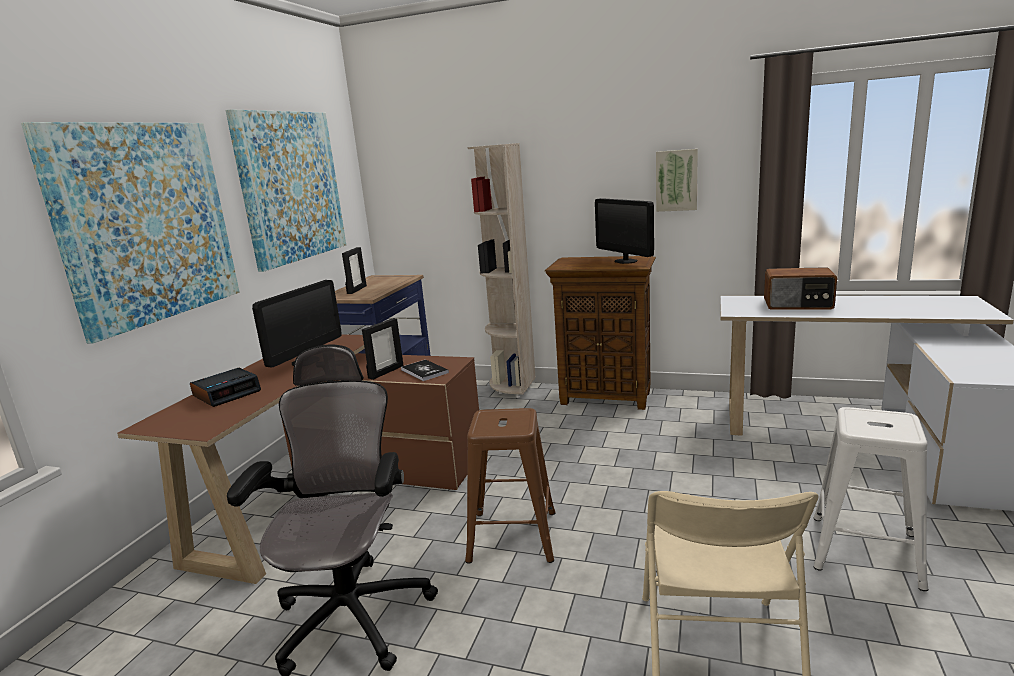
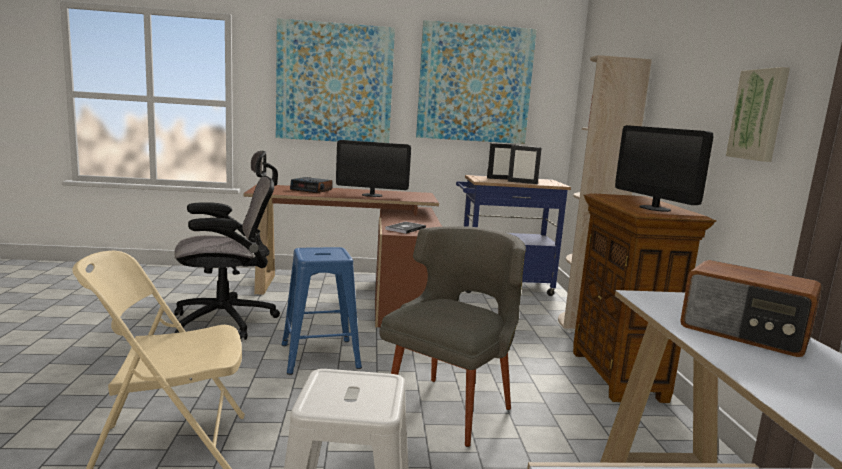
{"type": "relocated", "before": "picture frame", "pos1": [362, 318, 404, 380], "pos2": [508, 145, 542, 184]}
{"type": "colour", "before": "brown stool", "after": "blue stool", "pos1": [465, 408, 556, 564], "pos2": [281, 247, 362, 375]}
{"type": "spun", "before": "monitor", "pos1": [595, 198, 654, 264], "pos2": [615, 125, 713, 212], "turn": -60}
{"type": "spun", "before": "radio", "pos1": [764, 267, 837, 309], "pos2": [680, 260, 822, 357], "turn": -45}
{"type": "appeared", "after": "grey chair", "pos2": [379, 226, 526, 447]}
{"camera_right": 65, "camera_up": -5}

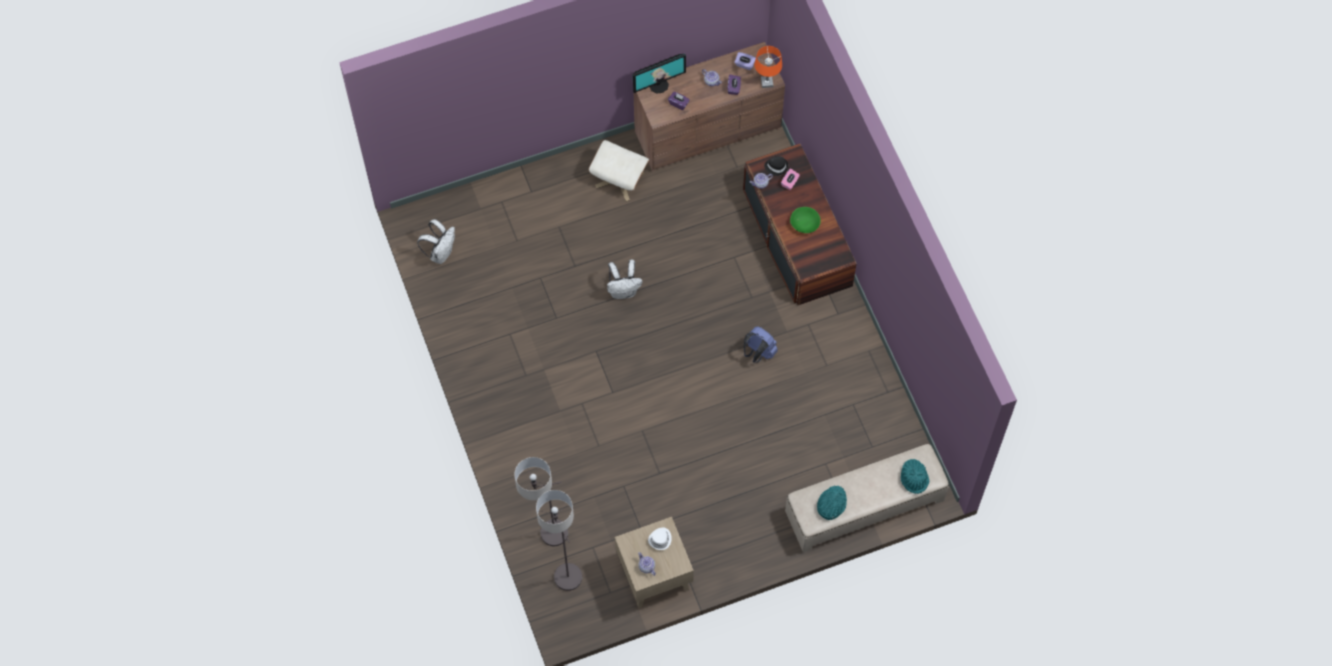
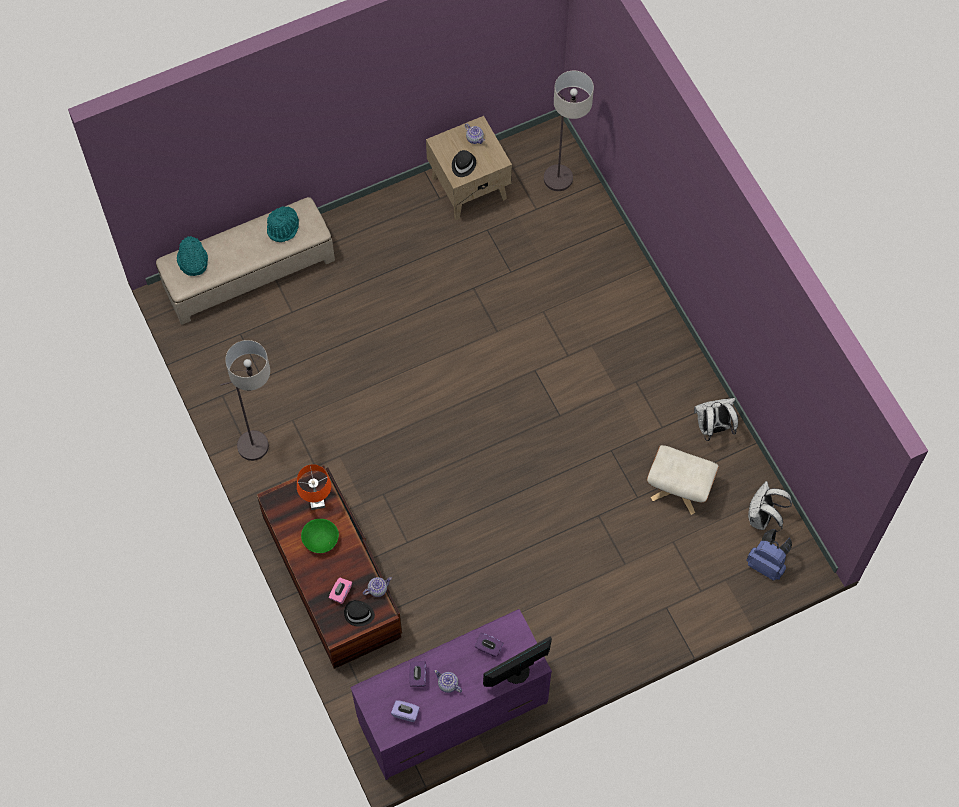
{"type": "relocated", "before": "grey floor lamp", "pos1": [514, 457, 568, 546], "pos2": [220, 340, 270, 461]}
{"type": "relocated", "before": "beige ottoman", "pos1": [589, 140, 650, 201], "pos2": [647, 445, 719, 515]}
{"type": "relocated", "before": "white backpack", "pos1": [607, 259, 643, 299], "pos2": [694, 398, 738, 441]}
{"type": "colour", "before": "brown dresser", "after": "purple dresser", "pos1": [634, 42, 785, 172], "pos2": [351, 609, 552, 780]}
{"type": "colour", "before": "white hat", "after": "black hat", "pos1": [648, 528, 672, 550], "pos2": [452, 150, 476, 177]}
{"type": "relocated", "before": "blue backpack", "pos1": [744, 326, 778, 362], "pos2": [746, 529, 792, 581]}
{"type": "relocated", "before": "orange table lamp", "pos1": [755, 46, 782, 88], "pos2": [297, 464, 331, 510]}
{"camera_right": 175, "camera_up": 0}

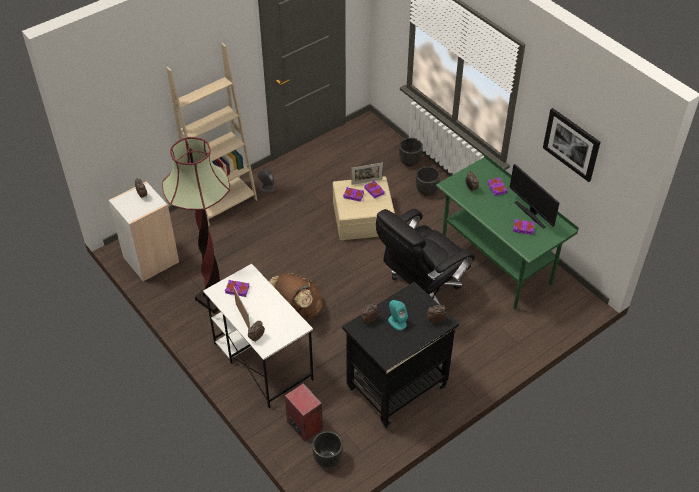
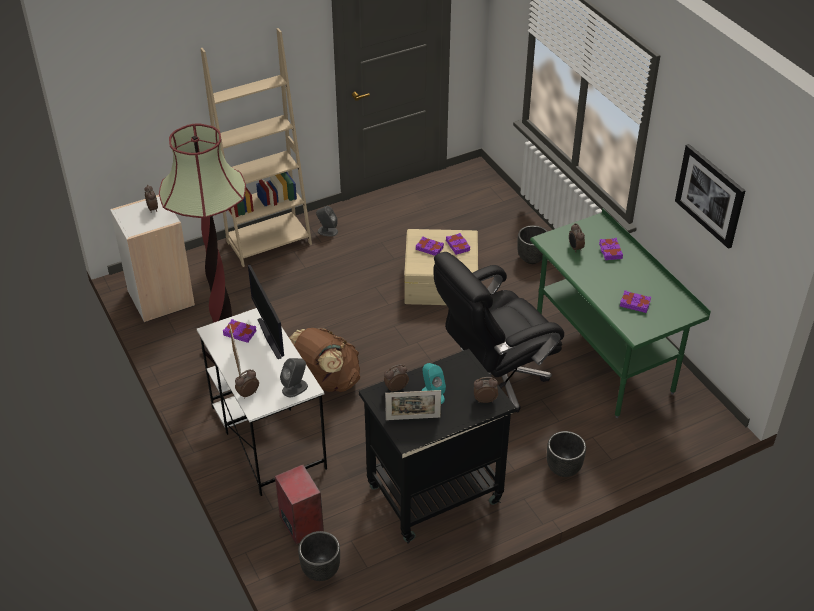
{"type": "relocated", "before": "picture frame", "pos1": [351, 163, 383, 185], "pos2": [385, 390, 441, 420]}
{"type": "relocated", "before": "black planter", "pos1": [399, 138, 423, 166], "pos2": [547, 431, 586, 477]}
{"type": "relocated", "before": "monitor", "pos1": [509, 164, 559, 229], "pos2": [248, 265, 284, 359]}
{"type": "appeared", "after": "grey speaker", "pos2": [280, 358, 308, 397]}
{"camera_right": 10, "camera_up": -5}

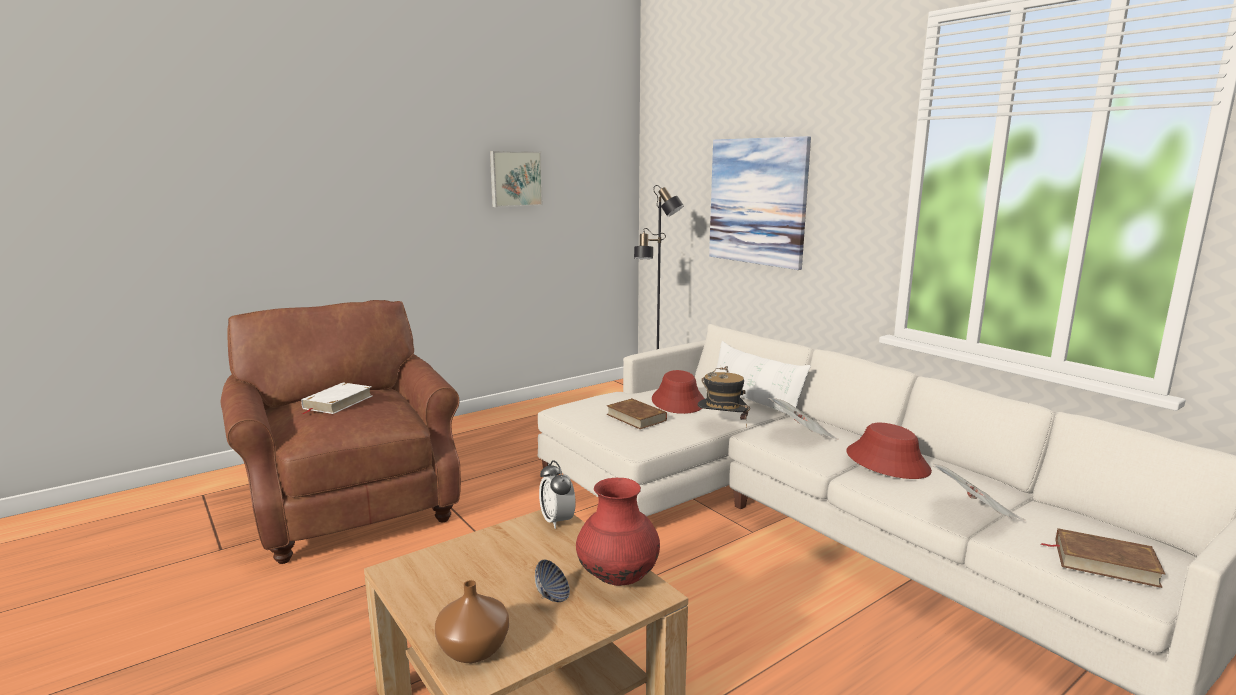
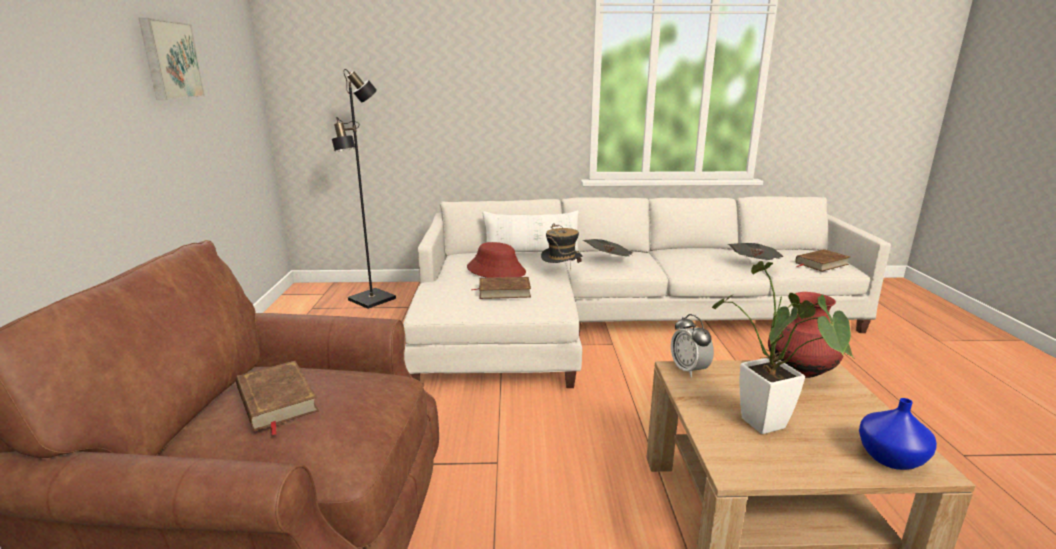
{"type": "colour", "before": "white book", "after": "brown book", "pos1": [301, 382, 372, 414], "pos2": [236, 361, 319, 436]}
{"type": "colour", "before": "brown vase", "after": "blue vase", "pos1": [435, 580, 509, 663], "pos2": [859, 398, 937, 470]}
{"type": "missing", "before": "bowl", "pos1": [535, 560, 570, 602]}
{"type": "spun", "before": "alarm clock", "pos1": [539, 460, 576, 529], "pos2": [671, 314, 714, 377], "turn": 60}
{"type": "missing", "before": "picture", "pos1": [709, 136, 811, 270]}
{"type": "missing", "before": "red hat", "pos1": [846, 423, 932, 479]}
{"type": "appeared", "after": "potted plant", "pos2": [712, 261, 855, 434]}
{"camera_right": -55, "camera_up": 5}

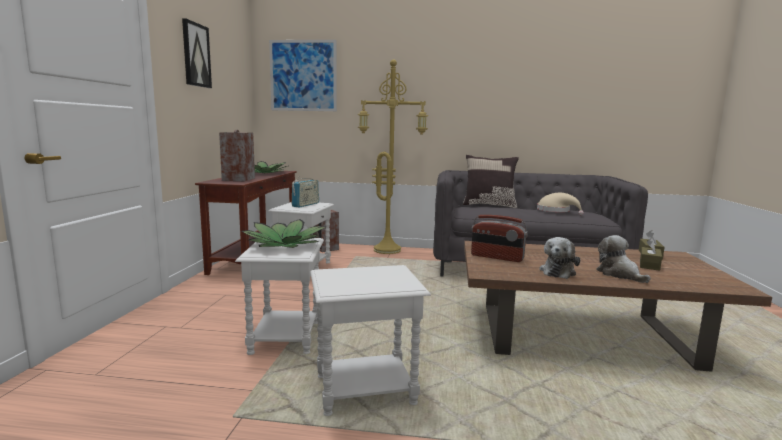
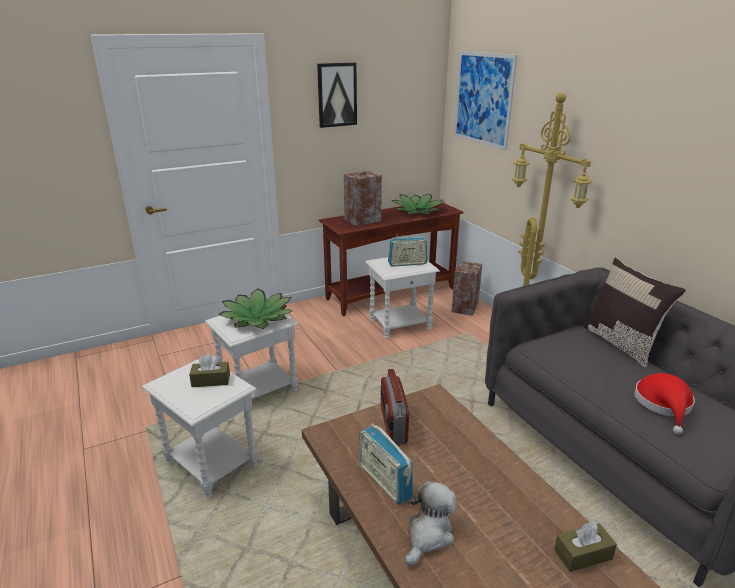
{"type": "colour", "before": "beige hat", "after": "red hat", "pos1": [537, 193, 584, 215], "pos2": [634, 373, 695, 434]}
{"type": "exchanged", "before": "plush toy", "after": "radio", "pos1": [539, 237, 580, 279], "pos2": [358, 424, 413, 505]}
{"type": "relocated", "before": "brown tissue box", "pos1": [640, 238, 662, 271], "pos2": [189, 354, 230, 387]}
{"camera_right": 55, "camera_up": 15}

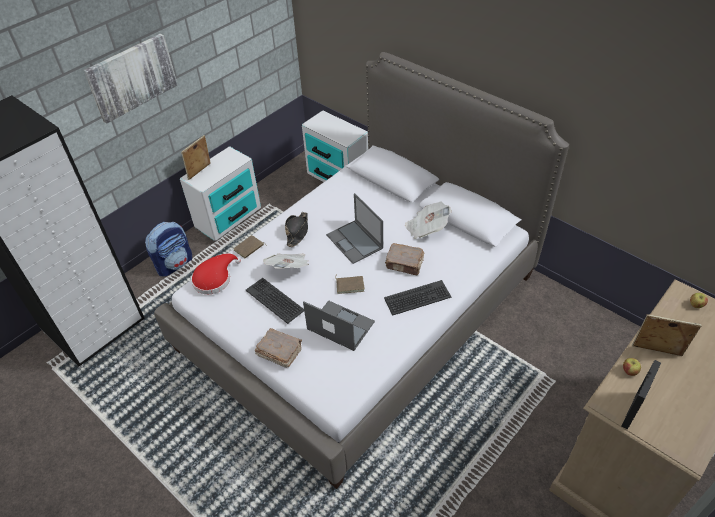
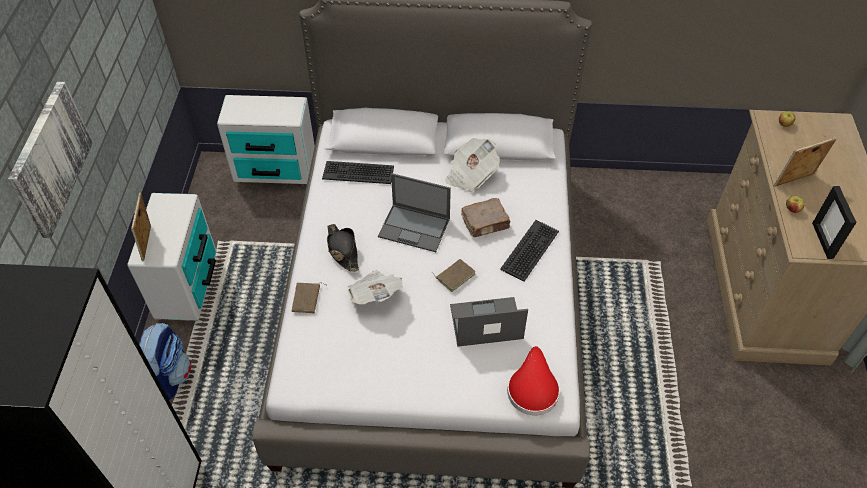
{"type": "relocated", "before": "red hat", "pos1": [191, 253, 241, 294], "pos2": [507, 346, 560, 415]}
{"type": "relocated", "before": "keyboard", "pos1": [246, 278, 304, 324], "pos2": [322, 161, 394, 184]}
{"type": "missing", "before": "brown book", "pos1": [255, 328, 302, 368]}
{"camera_right": -40, "camera_up": 5}

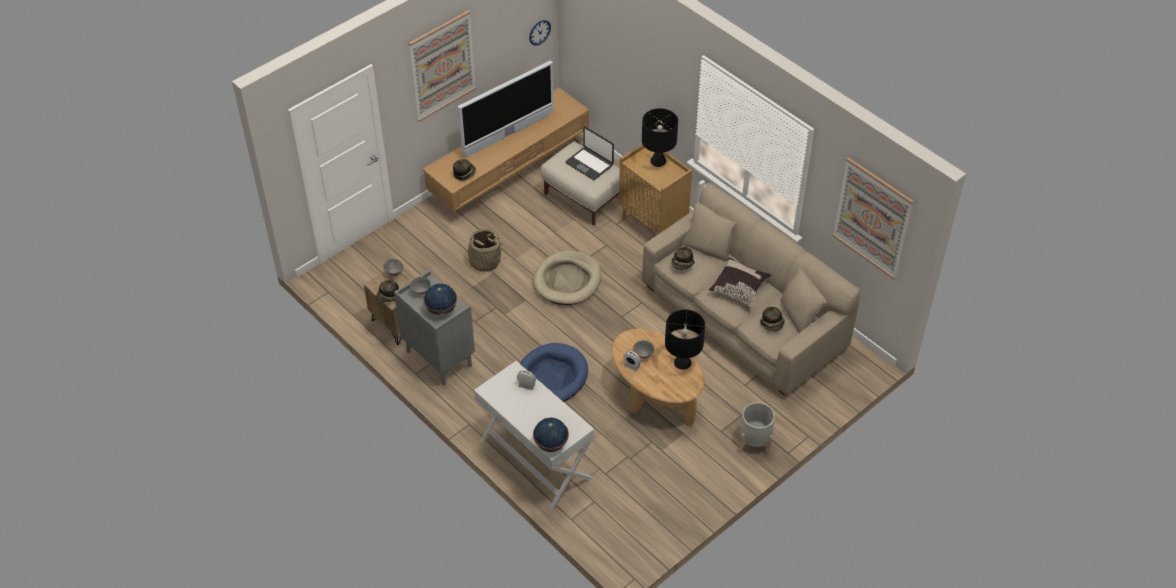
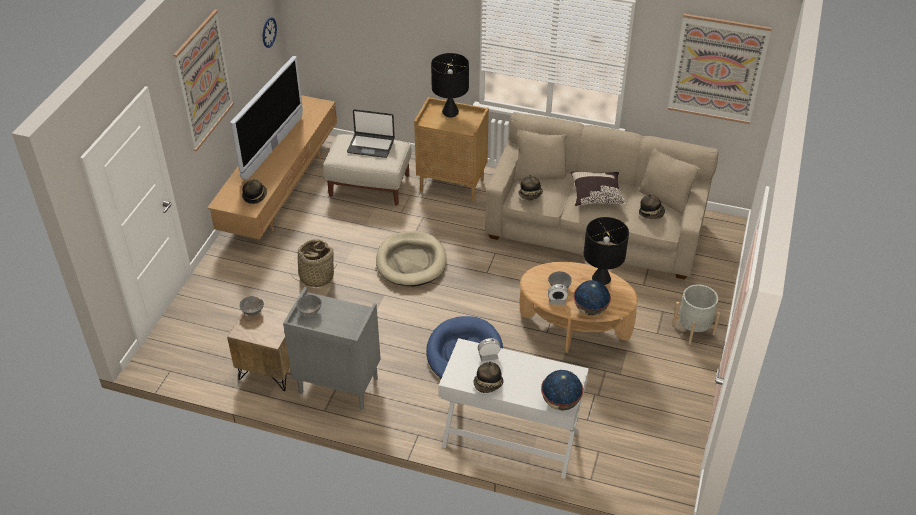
{"type": "relocated", "before": "hat", "pos1": [376, 280, 399, 303], "pos2": [473, 362, 504, 393]}
{"type": "relocated", "before": "globe", "pos1": [424, 284, 457, 316], "pos2": [573, 280, 611, 316]}
{"camera_right": -30, "camera_up": -5}

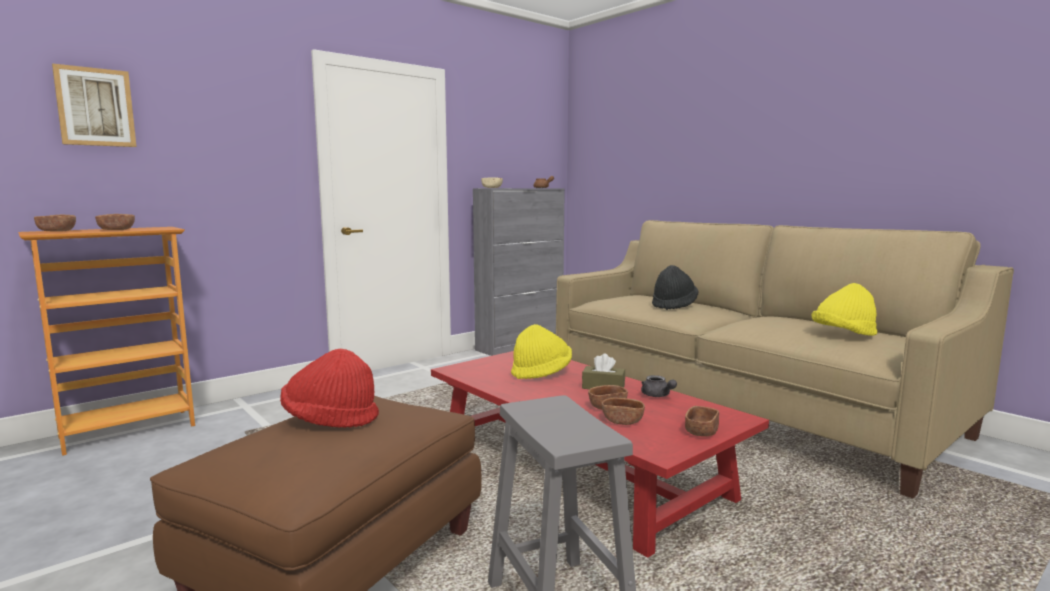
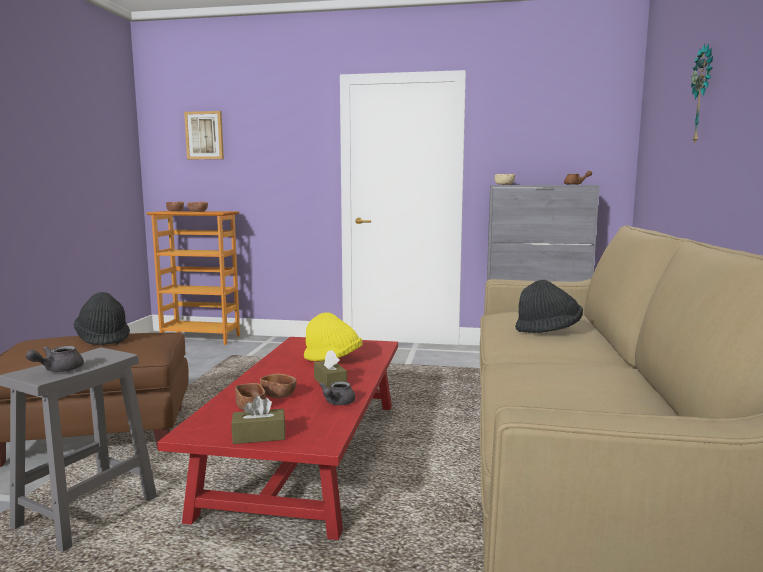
{"type": "colour", "before": "red hat", "after": "black hat", "pos1": [280, 349, 379, 428], "pos2": [74, 292, 130, 345]}
{"type": "exchanged", "before": "brown bowl", "after": "brown tissue box", "pos1": [685, 406, 719, 437], "pos2": [231, 396, 286, 444]}
{"type": "missing", "before": "yellow hat", "pos1": [811, 283, 877, 336]}
{"type": "appeared", "after": "grey teapot", "pos2": [26, 346, 84, 372]}
{"type": "appeared", "after": "wall clock", "pos2": [691, 43, 713, 143]}
{"camera_right": 50, "camera_up": 0}

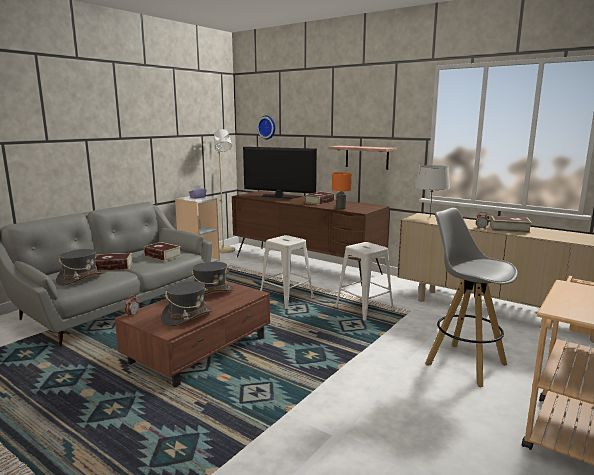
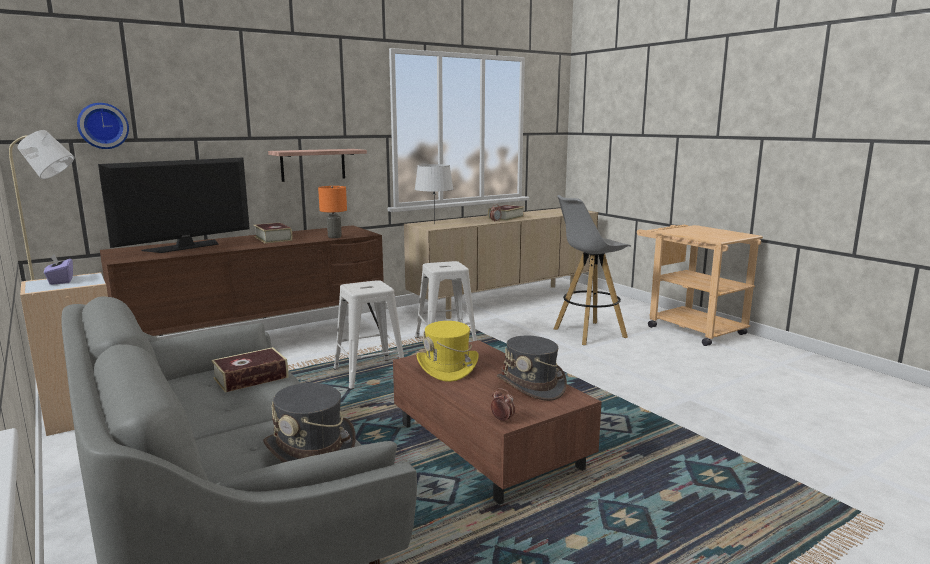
{"type": "missing", "before": "book", "pos1": [95, 253, 133, 271]}
{"type": "colour", "before": "grey hat", "after": "yellow hat", "pos1": [192, 262, 234, 295], "pos2": [416, 321, 479, 382]}
{"camera_right": -70, "camera_up": 0}

